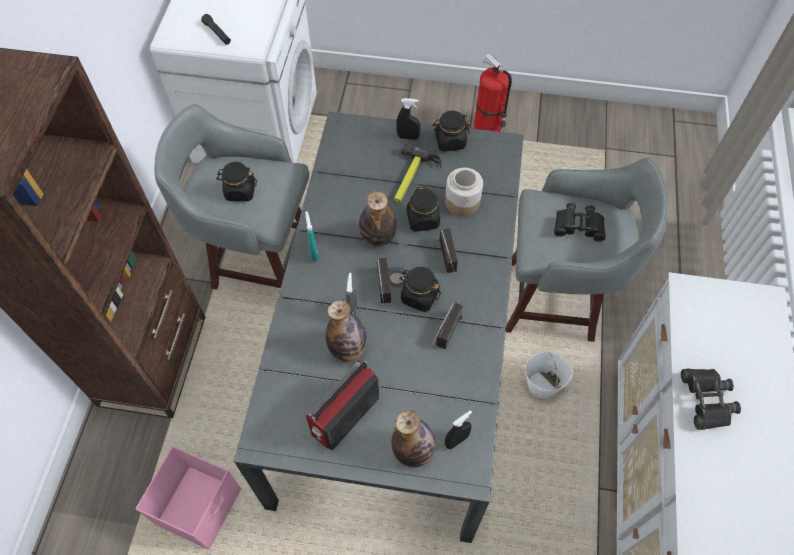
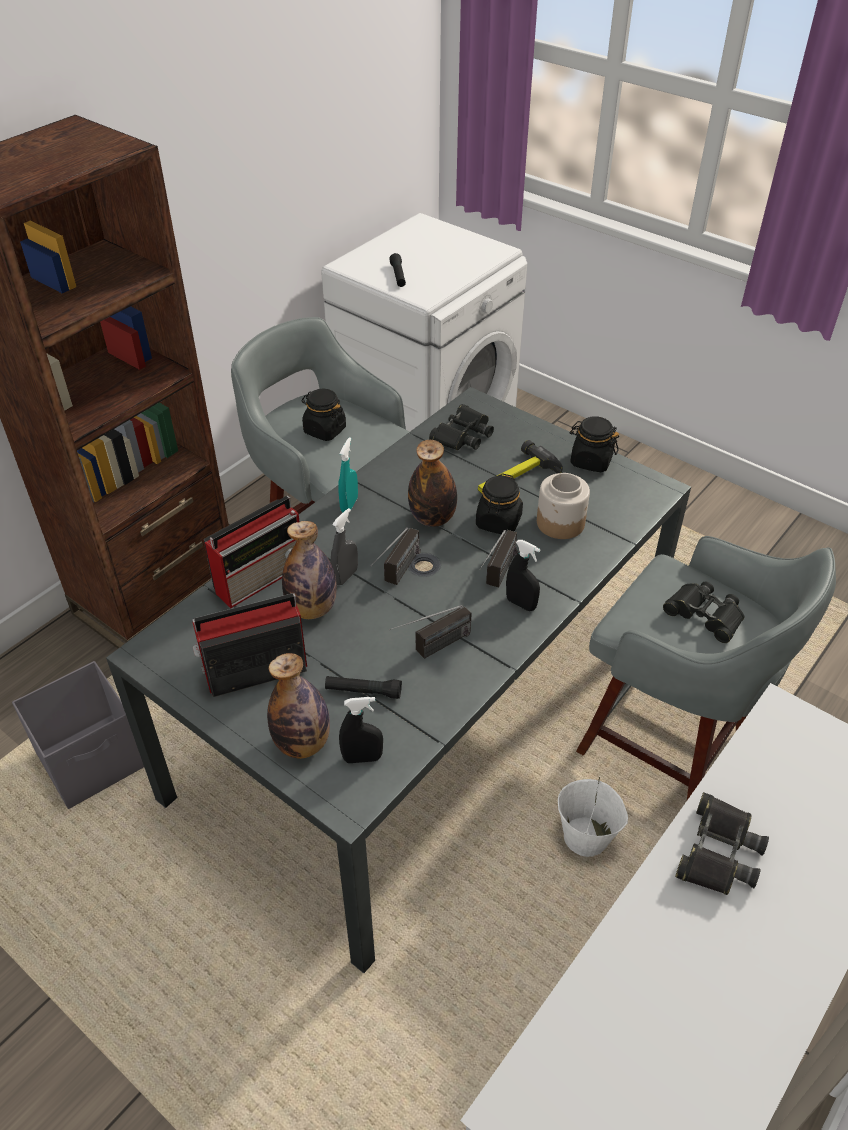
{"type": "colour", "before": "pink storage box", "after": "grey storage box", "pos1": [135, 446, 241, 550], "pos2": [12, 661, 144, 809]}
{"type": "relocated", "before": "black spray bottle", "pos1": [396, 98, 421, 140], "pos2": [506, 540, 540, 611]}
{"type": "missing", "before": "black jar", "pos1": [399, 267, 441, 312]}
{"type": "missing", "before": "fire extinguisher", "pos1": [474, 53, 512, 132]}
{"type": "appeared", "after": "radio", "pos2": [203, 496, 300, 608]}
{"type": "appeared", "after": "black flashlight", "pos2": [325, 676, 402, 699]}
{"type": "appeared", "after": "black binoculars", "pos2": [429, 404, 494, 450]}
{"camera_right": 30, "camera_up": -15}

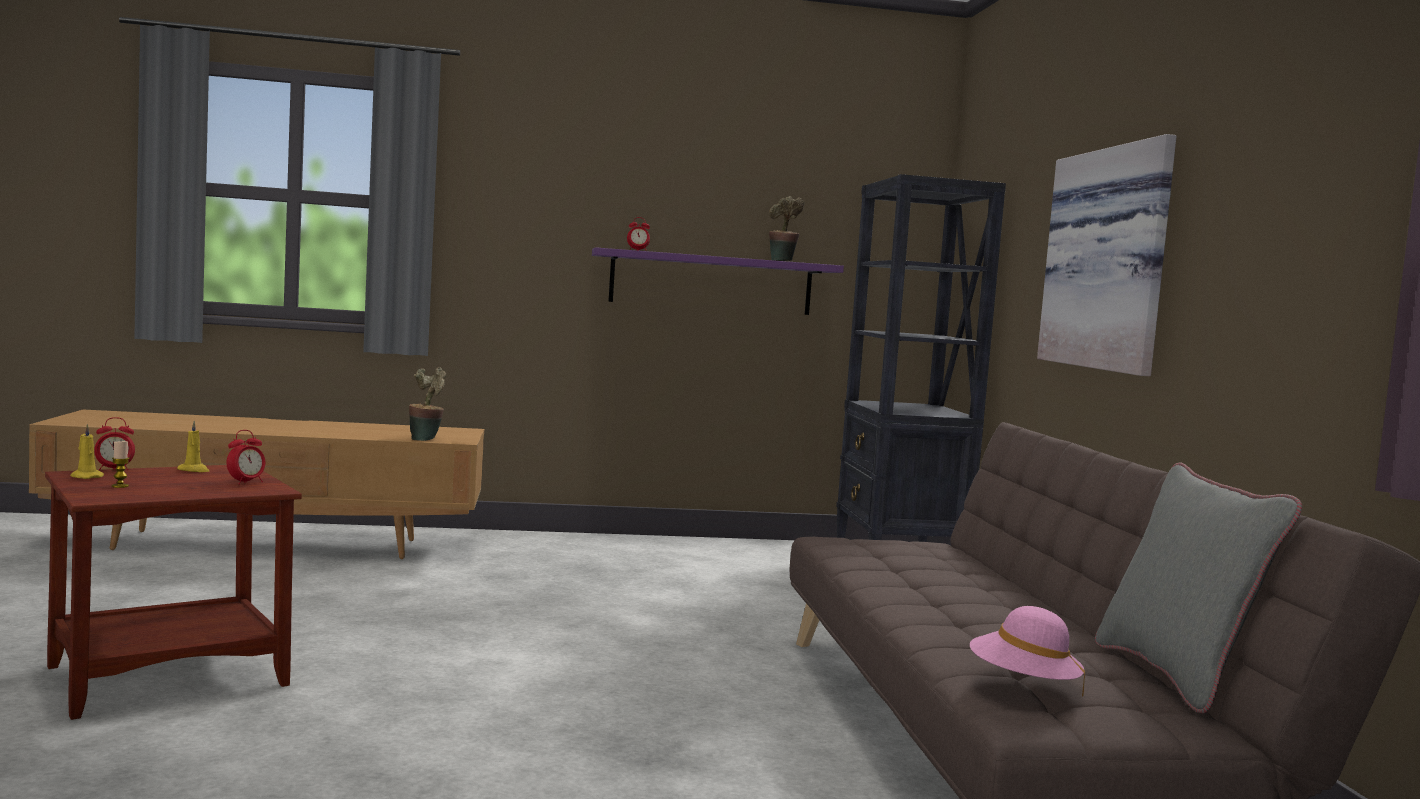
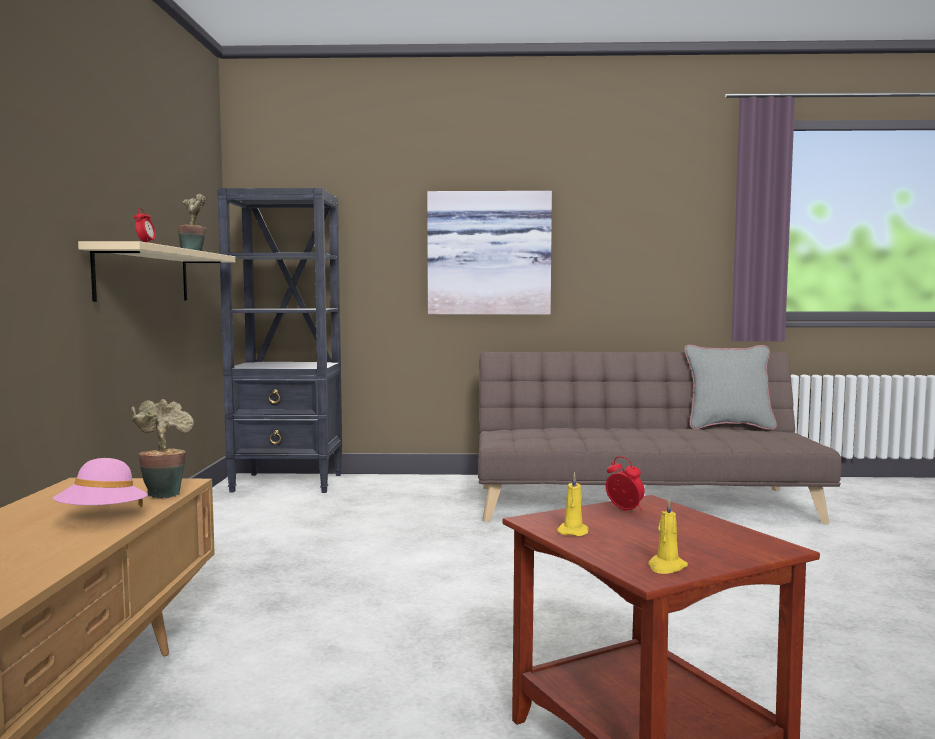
{"type": "missing", "before": "alarm clock", "pos1": [94, 417, 135, 470]}
{"type": "missing", "before": "candle", "pos1": [112, 441, 129, 488]}
{"type": "colour", "before": "purple shelf", "after": "beige shelf", "pos1": [592, 247, 844, 315], "pos2": [78, 241, 235, 302]}
{"type": "relocated", "before": "pink hat", "pos1": [970, 606, 1085, 696], "pos2": [52, 458, 148, 507]}
{"camera_right": -80, "camera_up": 0}

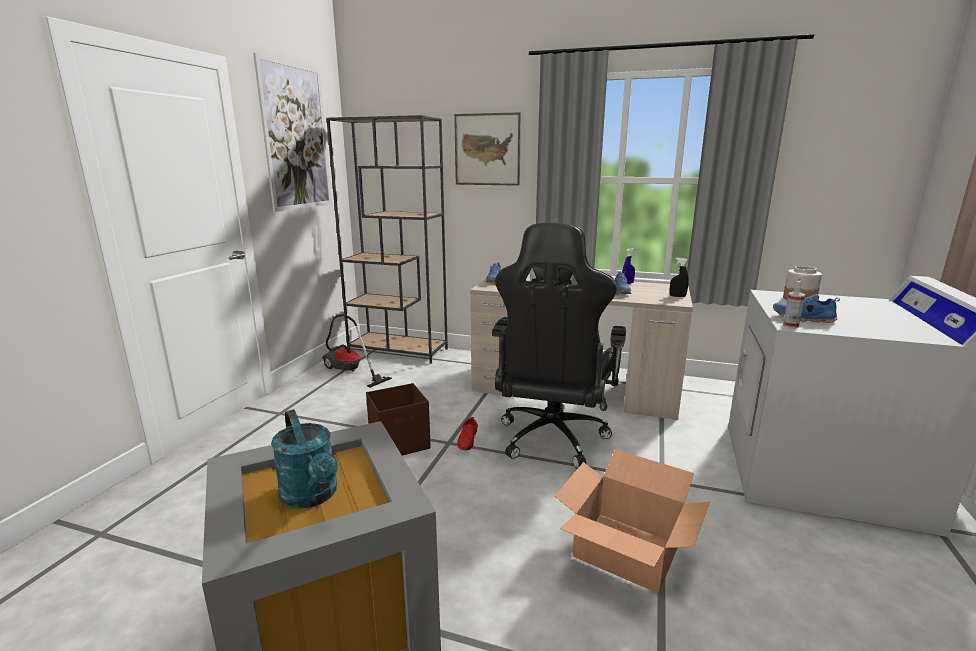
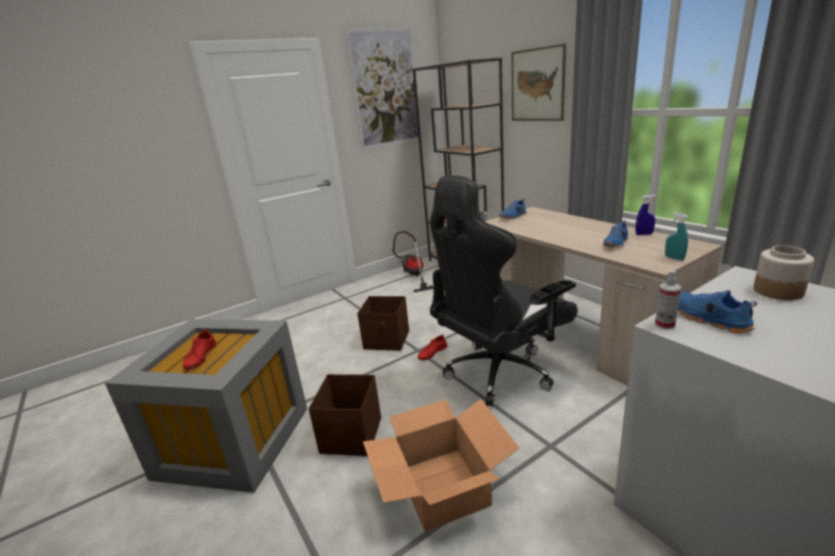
{"type": "exchanged", "before": "turquoise watering can", "after": "red shoe", "pos1": [271, 409, 338, 508], "pos2": [183, 329, 216, 370]}
{"type": "colour", "before": "black spray bottle", "after": "turquoise spray bottle", "pos1": [670, 258, 689, 297], "pos2": [665, 213, 688, 260]}
{"type": "appeared", "after": "brown storage box", "pos2": [309, 374, 381, 456]}
{"camera_right": 40, "camera_up": 5}

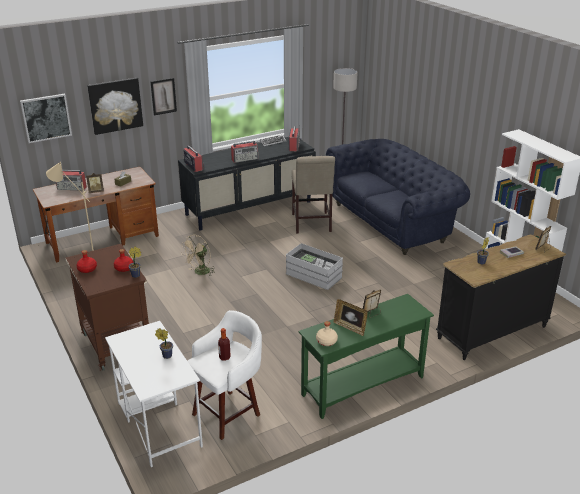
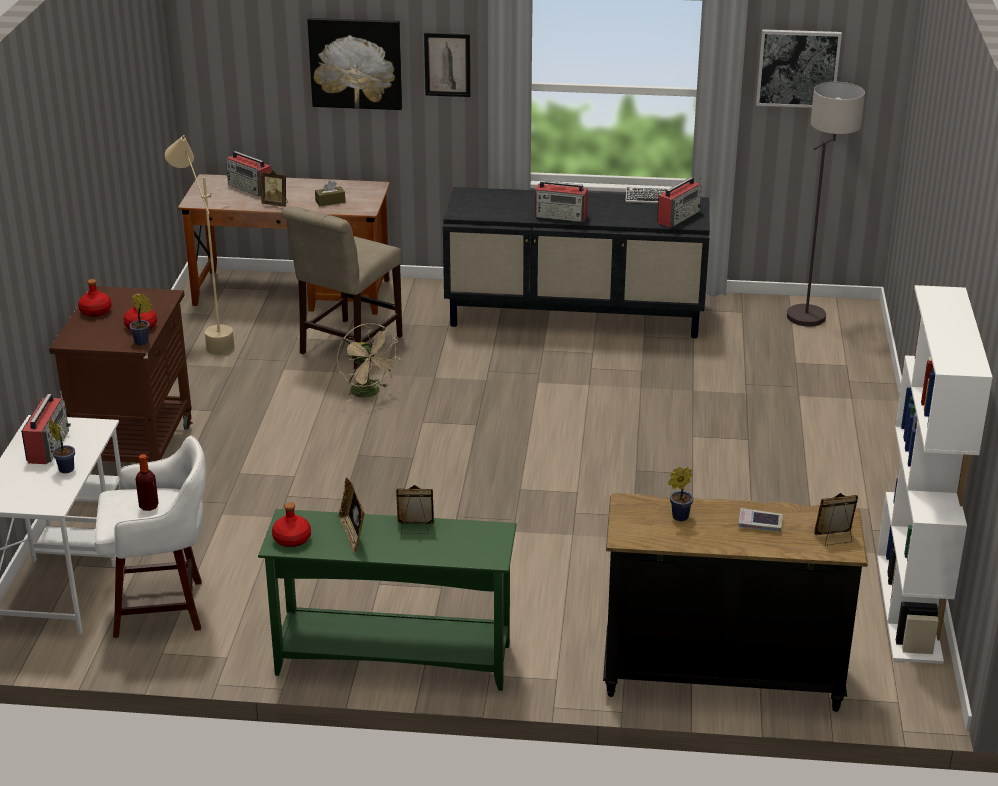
{"type": "relocated", "before": "picture", "pos1": [20, 94, 72, 143], "pos2": [756, 29, 842, 108]}
{"type": "spun", "before": "beige fan", "pos1": [181, 235, 215, 276], "pos2": [337, 323, 400, 402], "turn": -105}
{"type": "relocated", "before": "radio", "pos1": [183, 143, 204, 172], "pos2": [21, 391, 71, 464]}
{"type": "missing", "before": "grey storage box", "pos1": [286, 243, 343, 290]}
{"type": "relocated", "before": "beige chair", "pos1": [292, 156, 335, 234], "pos2": [281, 206, 402, 370]}
{"type": "colour", "before": "beige bottle", "after": "red bottle", "pos1": [316, 321, 338, 346], "pos2": [272, 502, 311, 547]}
{"type": "missing", "before": "blue sofa", "pos1": [326, 139, 470, 255]}
{"camera_right": 35, "camera_up": 0}

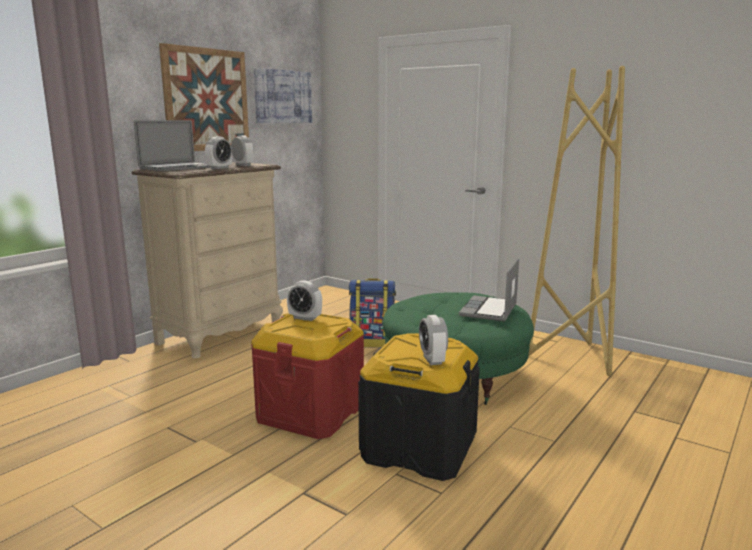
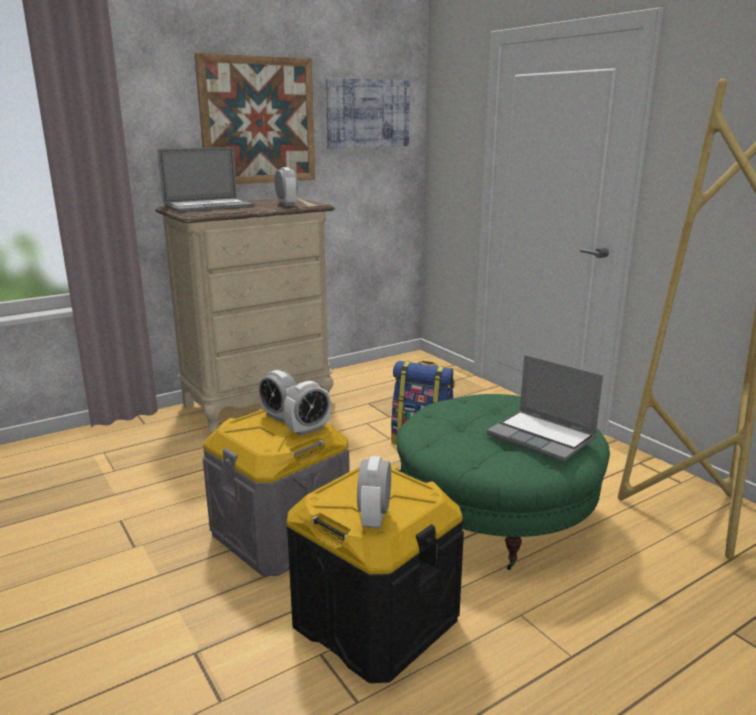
{"type": "relocated", "before": "alarm clock", "pos1": [205, 137, 232, 169], "pos2": [284, 381, 331, 436]}
{"type": "colour", "before": "red storage box", "after": "grey storage box", "pos1": [251, 313, 364, 439], "pos2": [203, 407, 350, 576]}
{"type": "spun", "before": "laptop", "pos1": [459, 258, 519, 322], "pos2": [487, 355, 603, 462], "turn": -90}
{"camera_right": 20, "camera_up": 5}

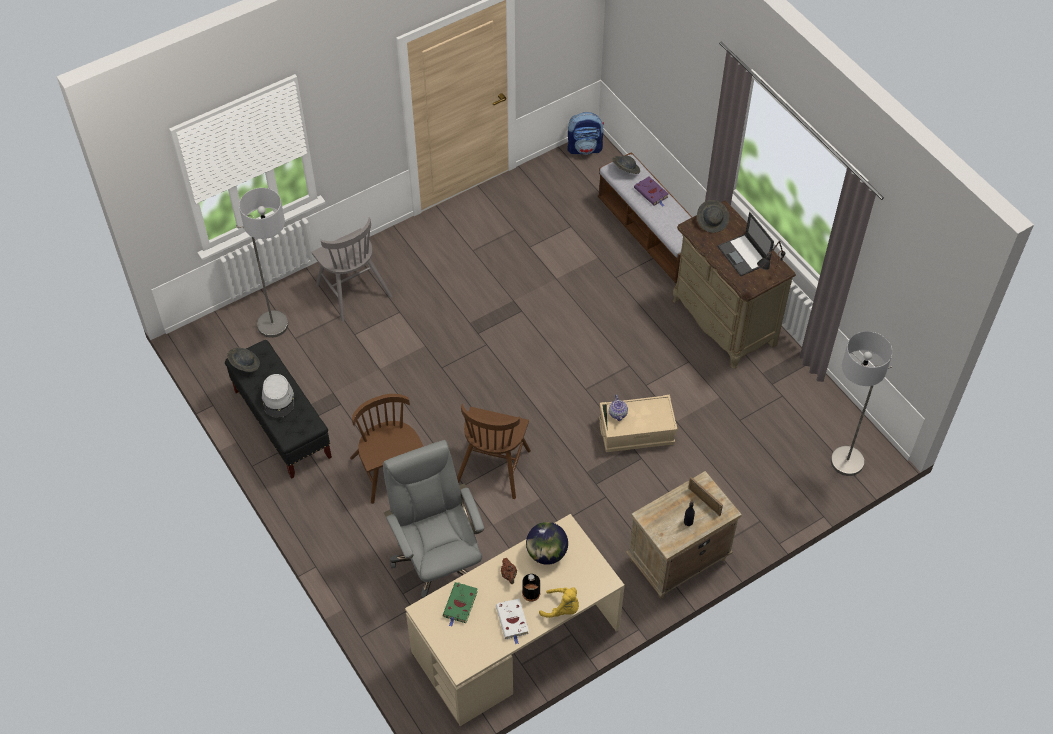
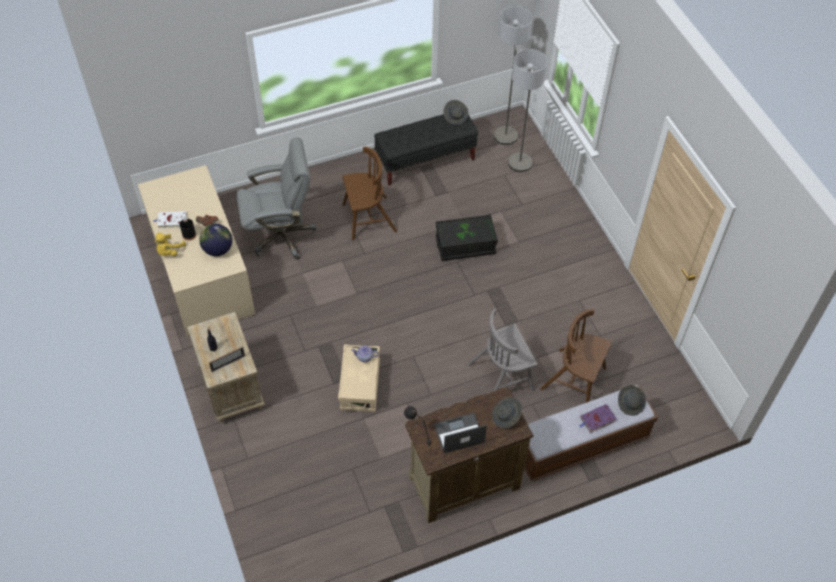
{"type": "missing", "before": "grey hat", "pos1": [262, 374, 294, 418]}
{"type": "relocated", "before": "grey chair", "pos1": [312, 217, 392, 321], "pos2": [467, 309, 538, 392]}
{"type": "missing", "before": "green book", "pos1": [443, 582, 478, 627]}
{"type": "relocated", "before": "brown chair", "pos1": [457, 404, 531, 499], "pos2": [540, 310, 612, 403]}
{"type": "missing", "before": "backpack", "pos1": [567, 112, 604, 155]}
{"type": "relocated", "before": "grey floor lamp", "pos1": [831, 331, 893, 476], "pos2": [494, 6, 532, 145]}
{"type": "appeared", "after": "black storage box", "pos2": [436, 214, 498, 261]}
{"camera_right": 100, "camera_up": 0}

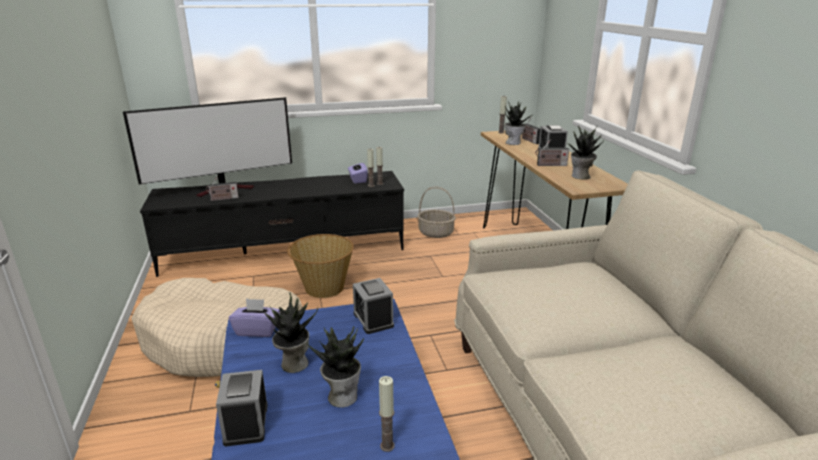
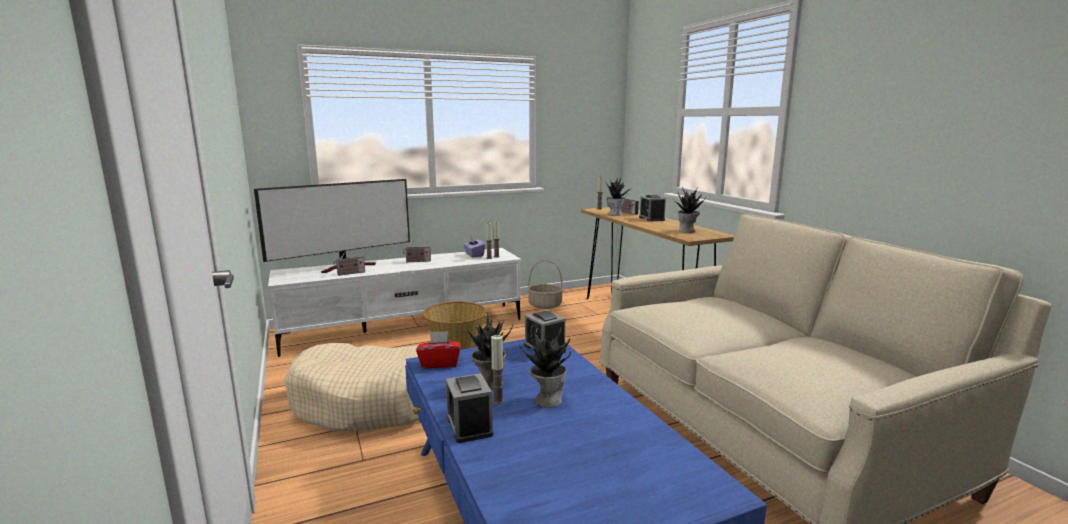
{"type": "colour", "before": "black tv stand", "after": "white tv stand", "pos1": [140, 171, 404, 277], "pos2": [268, 248, 521, 357]}
{"type": "colour", "before": "purple tissue box", "after": "red tissue box", "pos1": [229, 298, 280, 337], "pos2": [416, 331, 460, 368]}
{"type": "relocated", "before": "candle", "pos1": [379, 376, 395, 452], "pos2": [491, 335, 504, 404]}
{"type": "relocated", "before": "radio", "pos1": [535, 139, 569, 166], "pos2": [403, 241, 431, 262]}
{"camera_right": -10, "camera_up": -10}

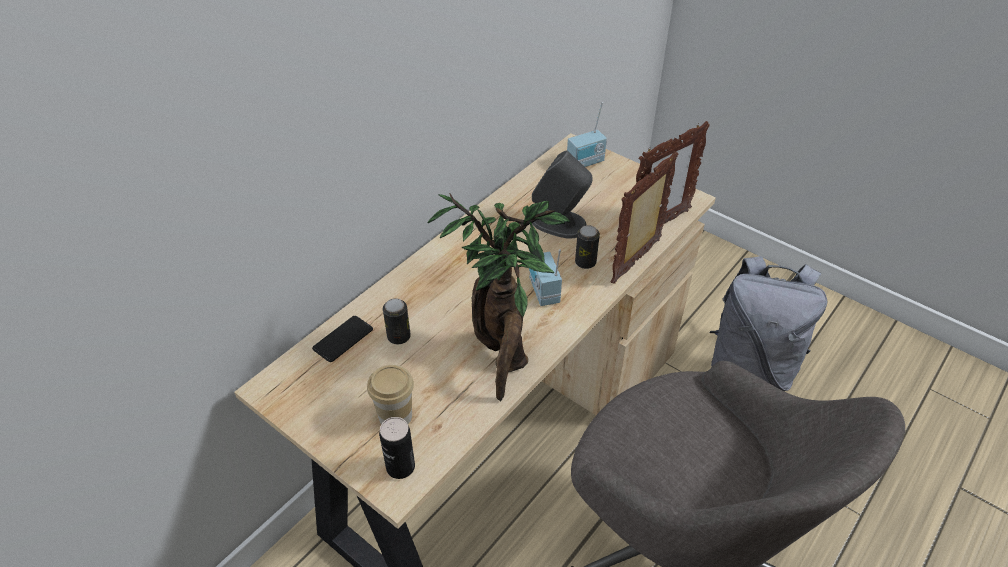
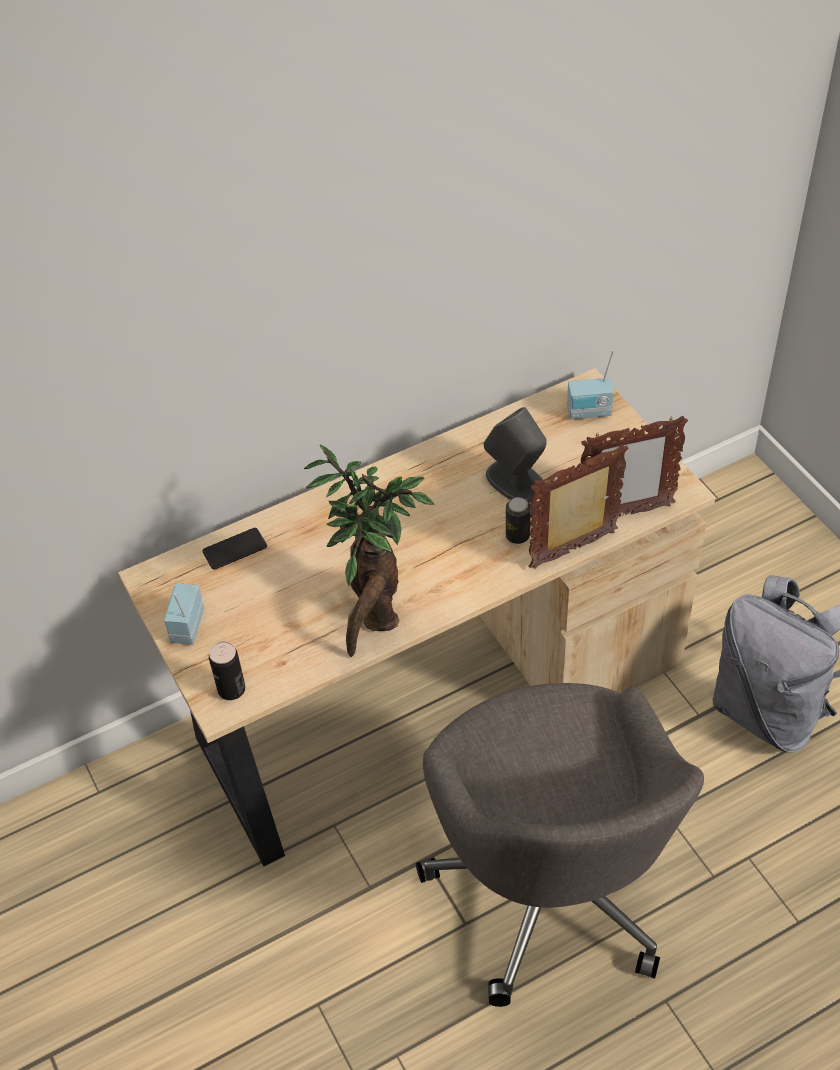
{"type": "missing", "before": "cup", "pos1": [367, 365, 414, 424]}
{"type": "missing", "before": "can", "pos1": [383, 298, 411, 344]}
{"type": "relocated", "before": "radio", "pos1": [529, 249, 562, 306], "pos2": [164, 583, 204, 645]}
{"camera_right": 25, "camera_up": 5}

